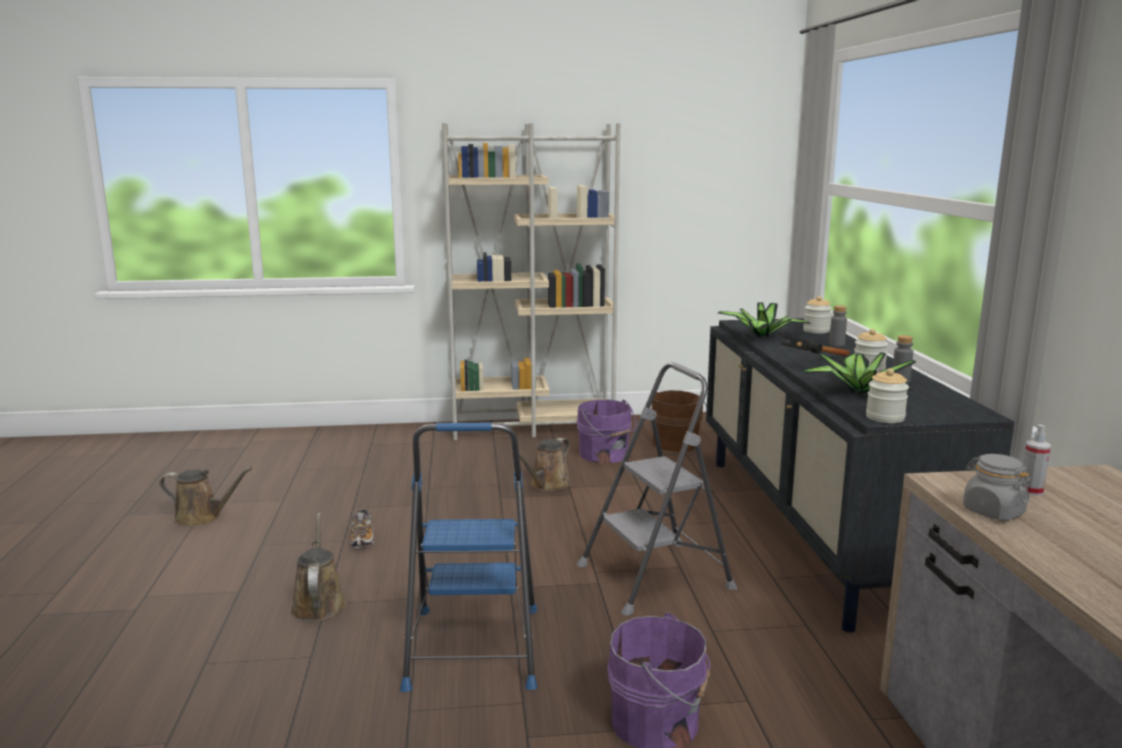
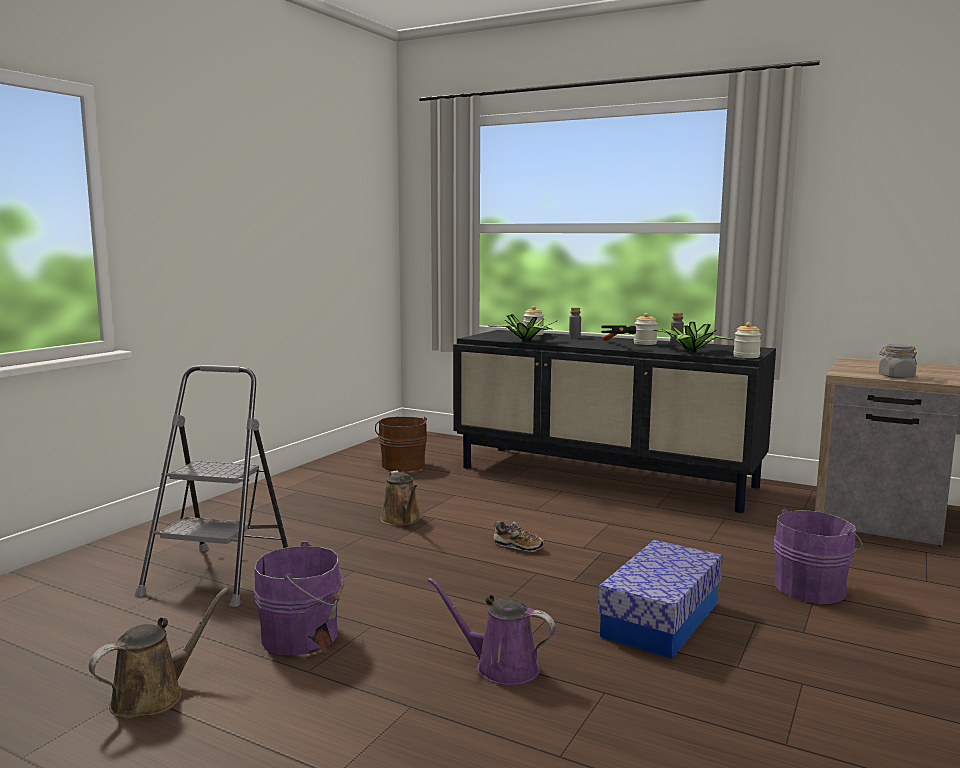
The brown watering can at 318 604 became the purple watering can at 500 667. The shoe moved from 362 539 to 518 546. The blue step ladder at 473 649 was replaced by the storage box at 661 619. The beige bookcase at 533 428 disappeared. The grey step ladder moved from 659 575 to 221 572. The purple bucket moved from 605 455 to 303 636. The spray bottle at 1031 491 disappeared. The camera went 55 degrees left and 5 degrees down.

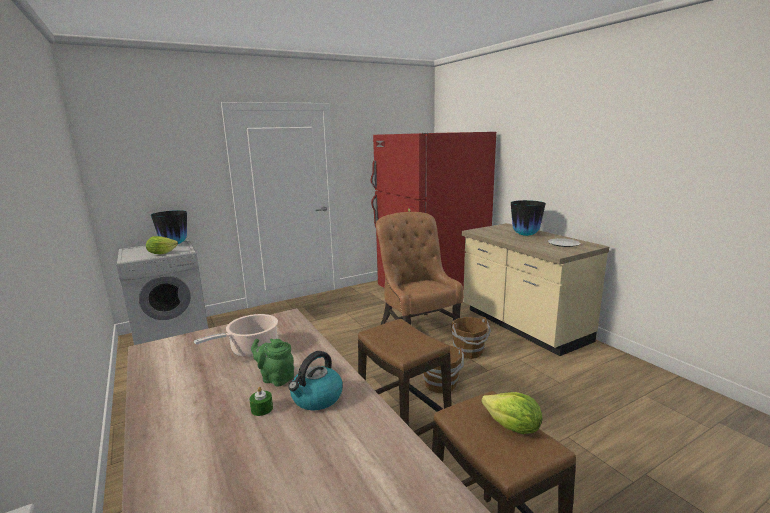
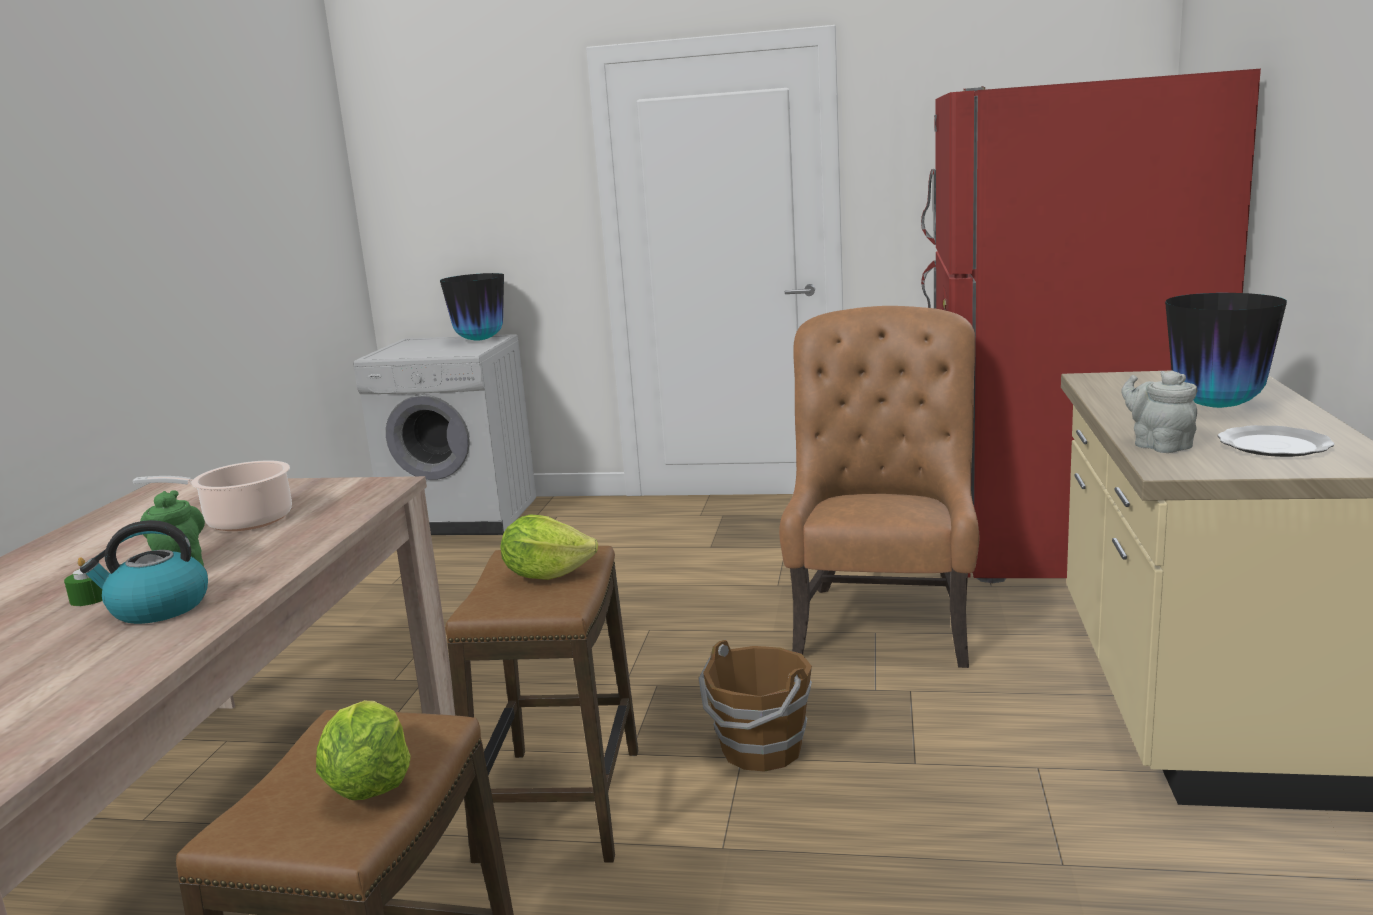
The lettuce moved from 161 253 to 546 574. The brown bucket at 469 352 disappeared. The grey teapot at 1158 445 appeared. The camera went 40 degrees right and 0 degrees up.

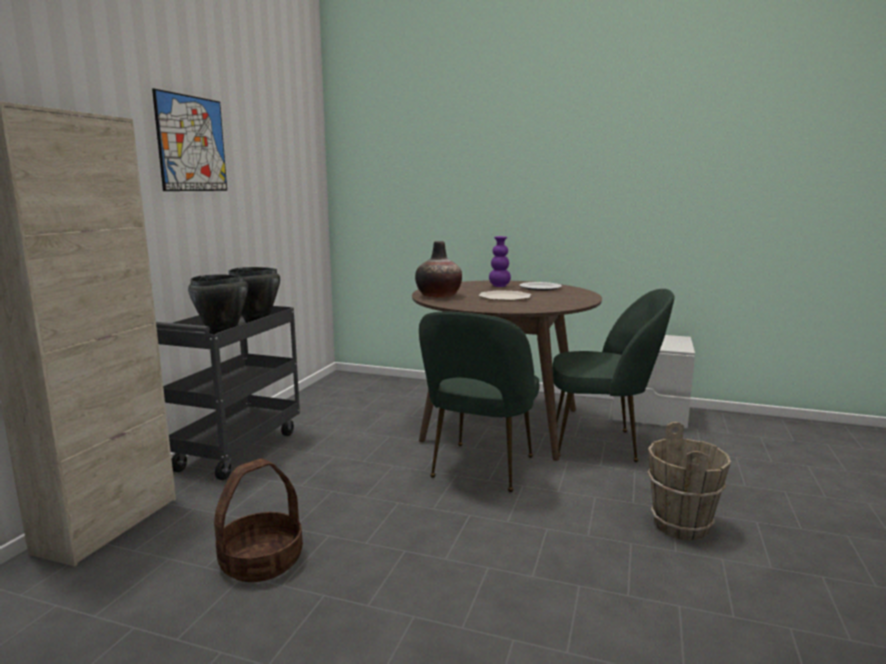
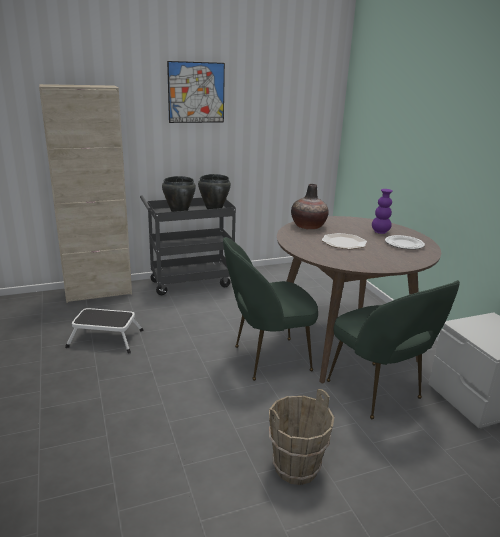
The basket at 261 562 was replaced by the black step ladder at 105 338. The camera went 50 degrees right and 10 degrees up.

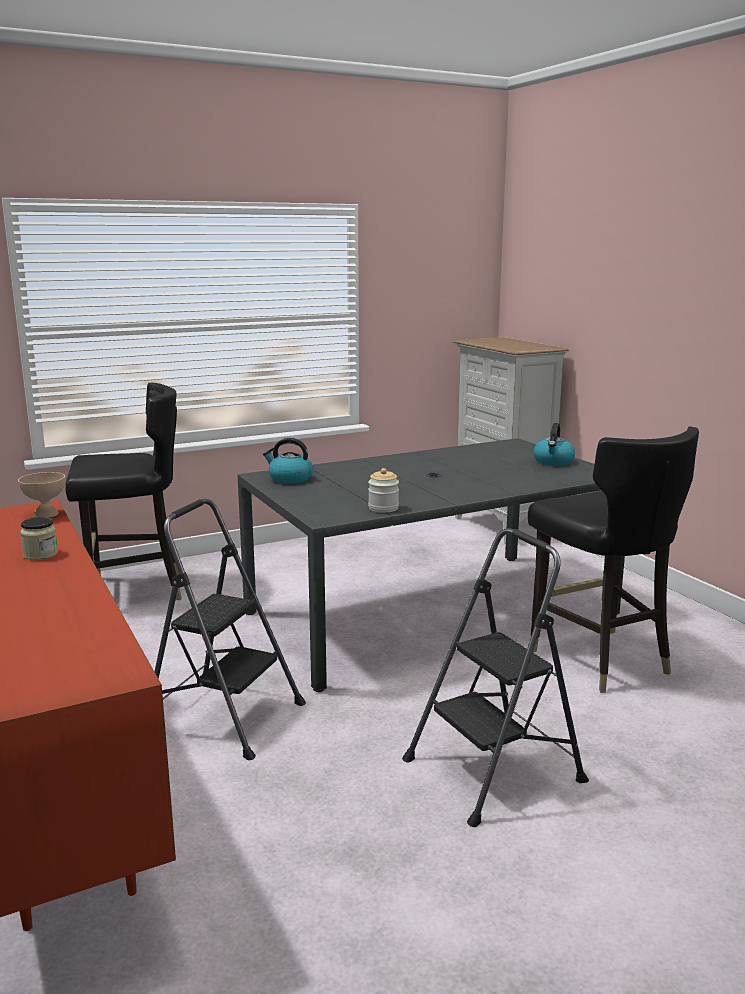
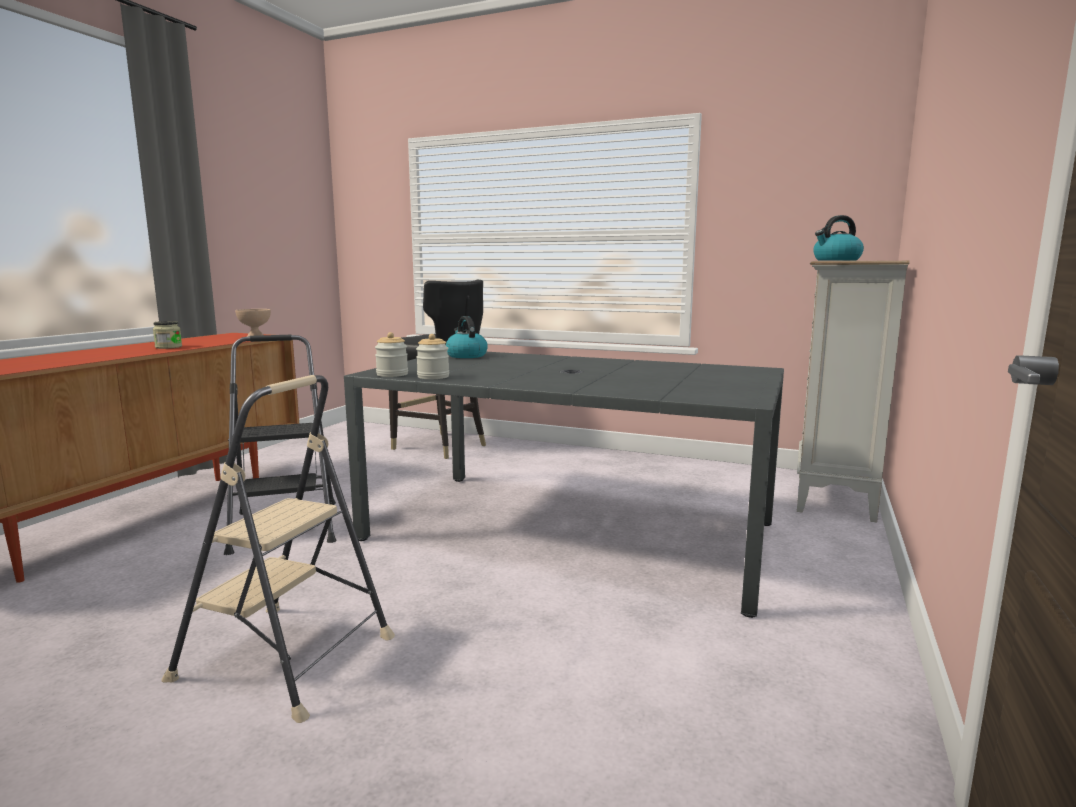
The black step ladder at 498 768 became the beige step ladder at 289 658. The black chair at 599 659 disappeared. The kettle moved from 553 461 to 836 260. The jar at 392 374 appeared. The camera went 50 degrees right and 5 degrees down.

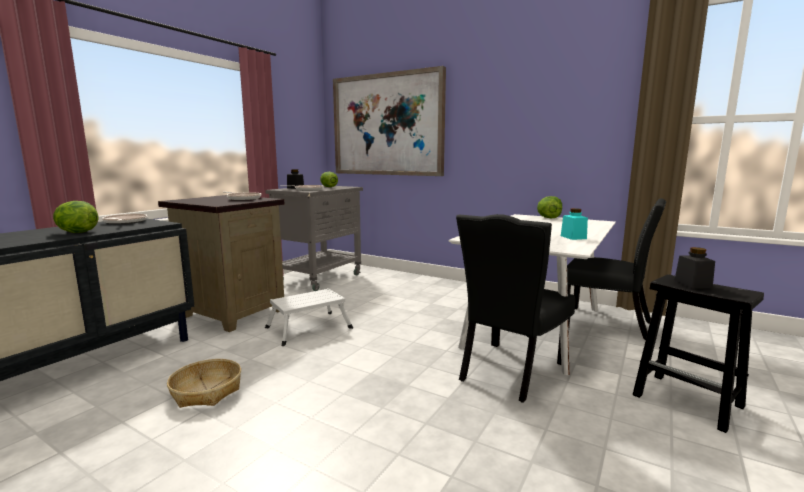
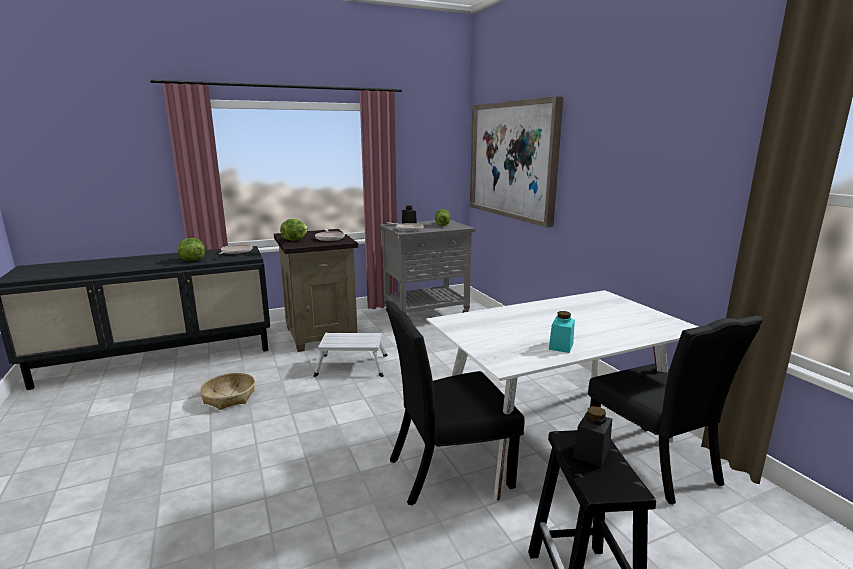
The lettuce moved from 548 218 to 294 240. The camera went 35 degrees right and 5 degrees up.

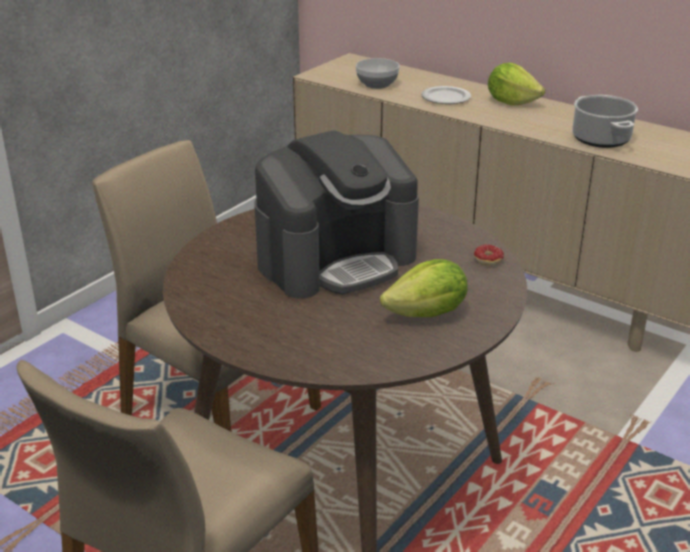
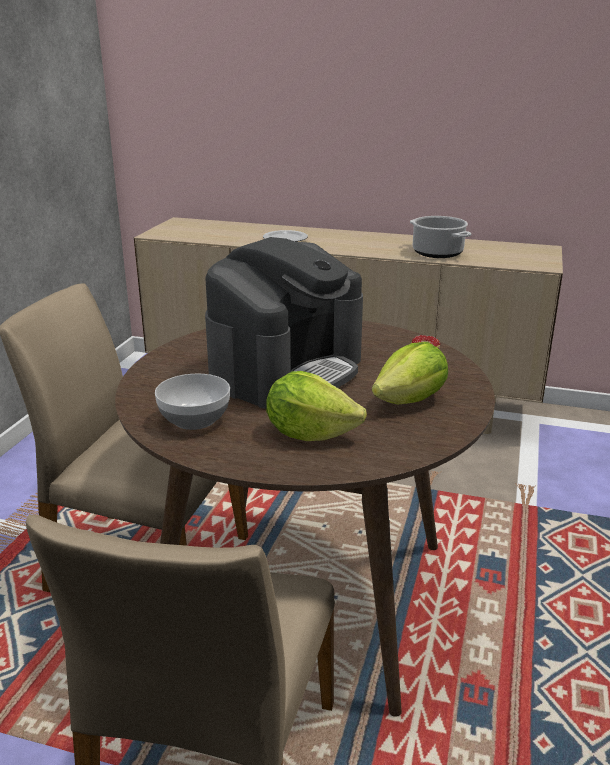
The bowl moved from 377 84 to 194 419. The lettuce moved from 512 102 to 310 433. The camera went 20 degrees left and 5 degrees down.

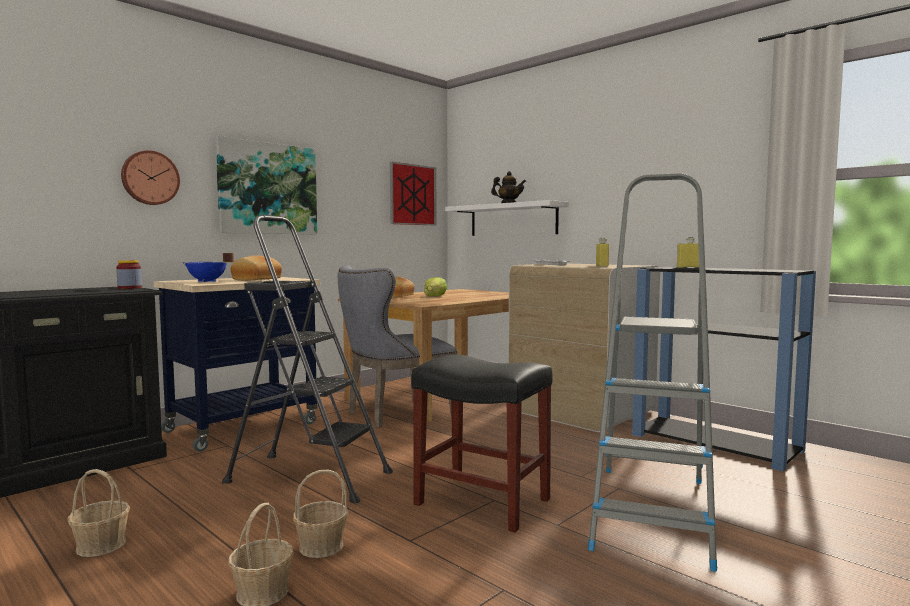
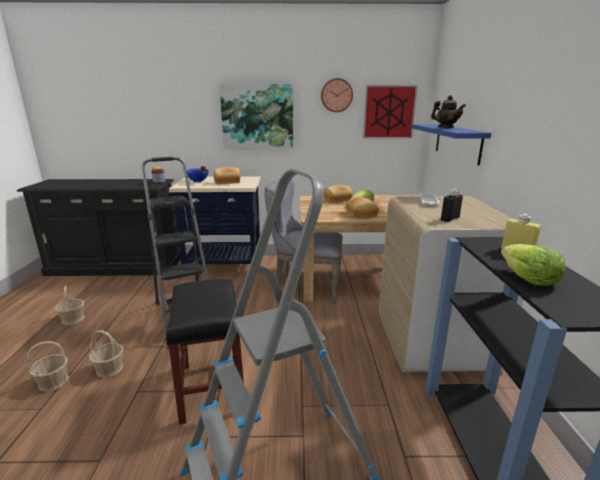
The wall clock moved from 150 178 to 336 95. The white shelf at 512 220 became the blue shelf at 457 142. The yellow bottle at 602 266 became the black bottle at 450 219. The bread at 362 214 appeared. The lettuce at 528 279 appeared. The camera went 45 degrees right and 15 degrees up.

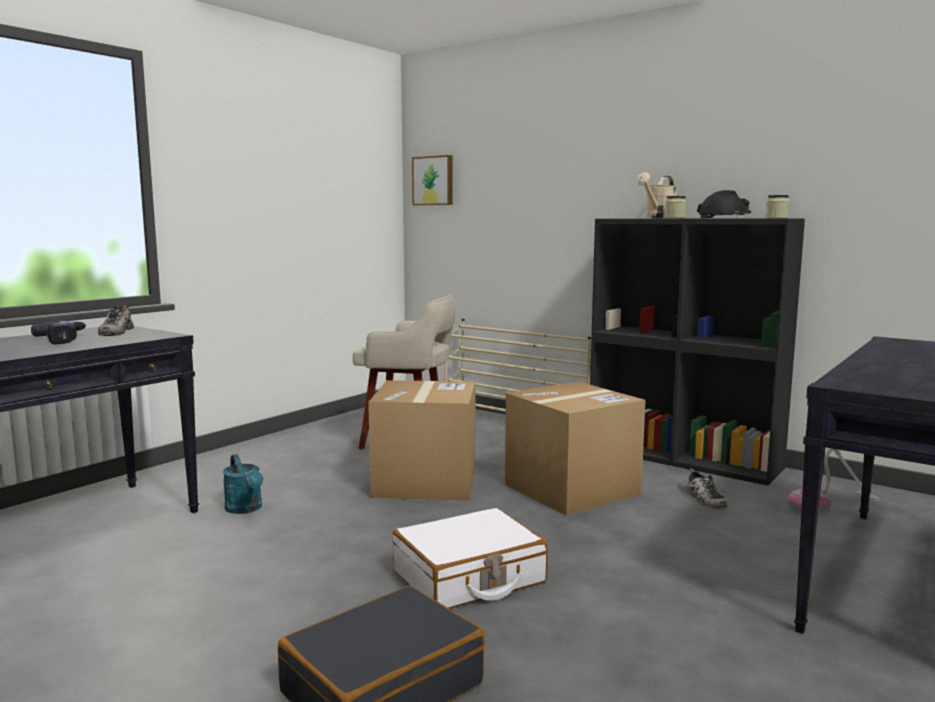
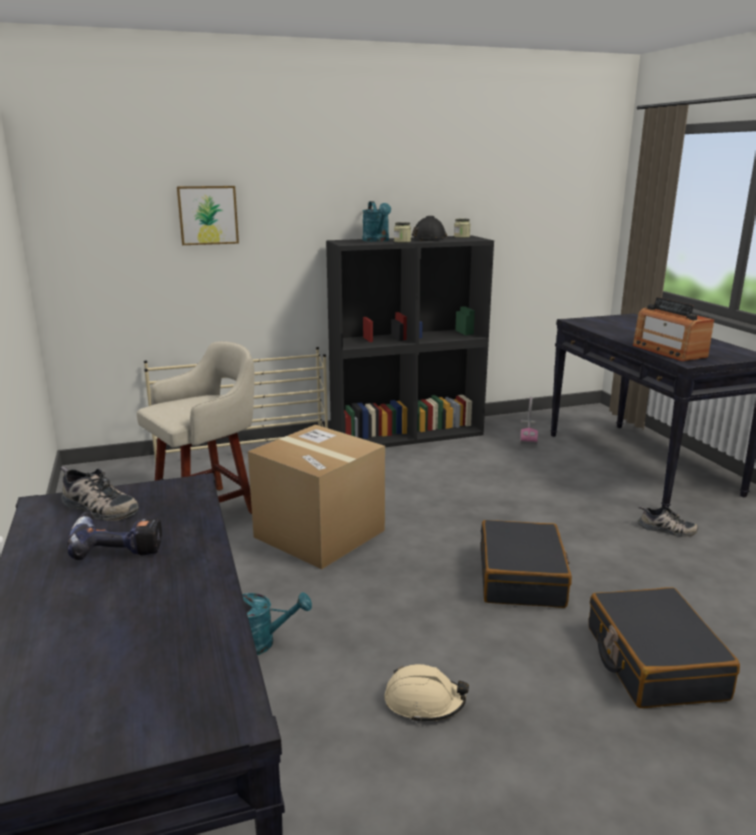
The white suitcase at 469 577 became the black suitcase at 522 577. The picture moved from 433 180 to 208 215. The cardboard box at 571 489 disappeared. The beige watering can at 658 218 became the turquoise watering can at 377 240. The shoe moved from 703 499 to 666 529. The beige hard hat at 424 702 appeared. The radio at 668 351 appeared. The camera went 55 degrees left and 10 degrees up.

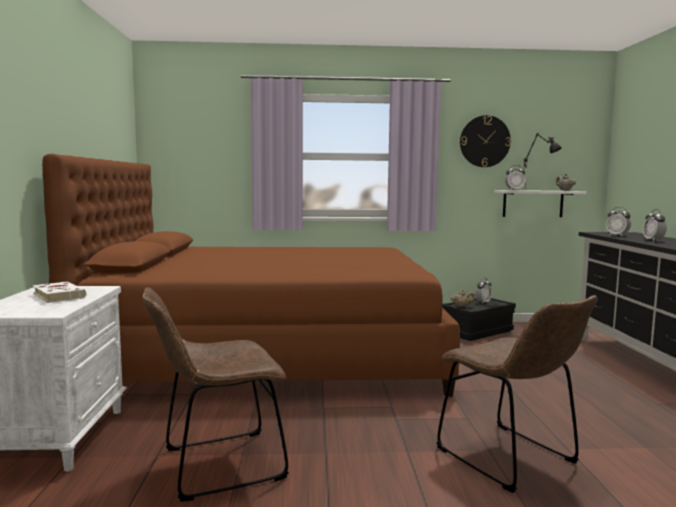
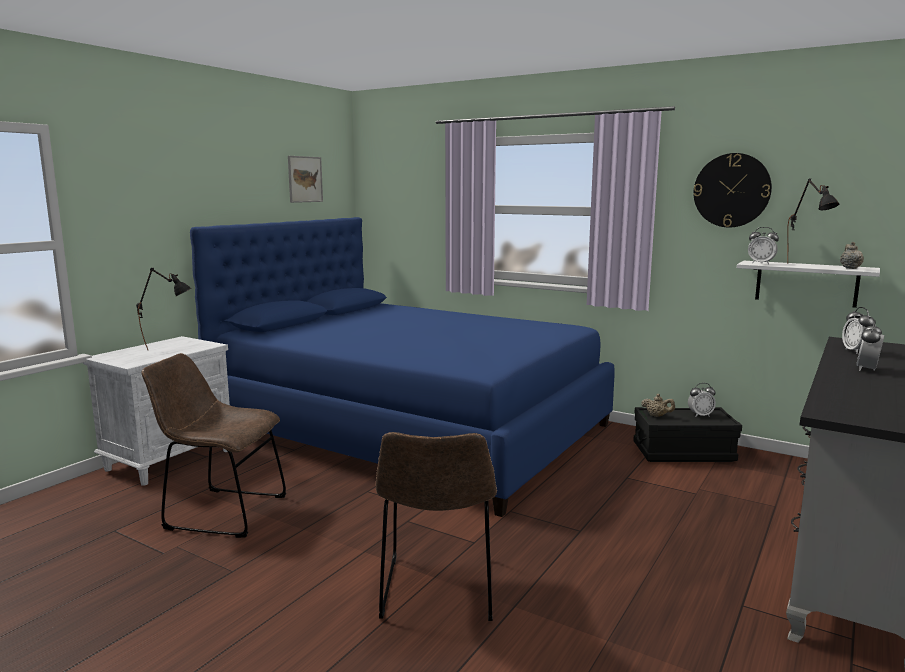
The white book at 58 296 was replaced by the black table lamp at 169 348. The brown bed at 269 354 became the blue bed at 410 428. The picture at 305 179 appeared. The camera went 35 degrees right and 5 degrees up.

